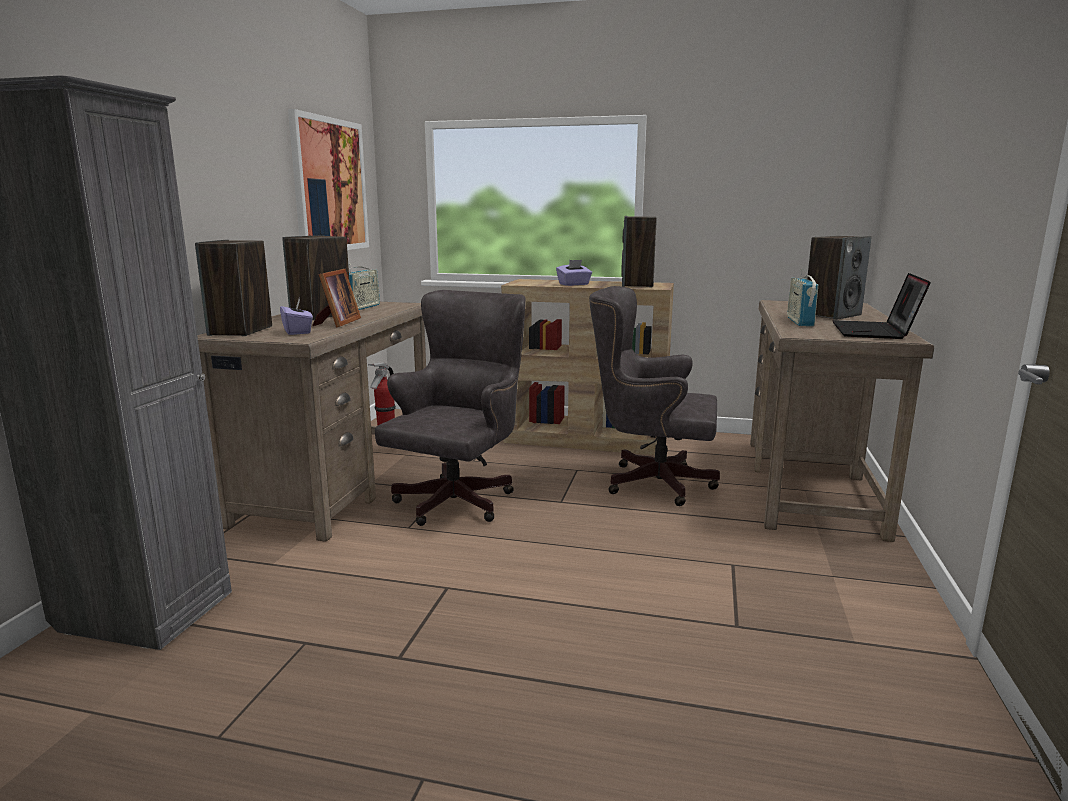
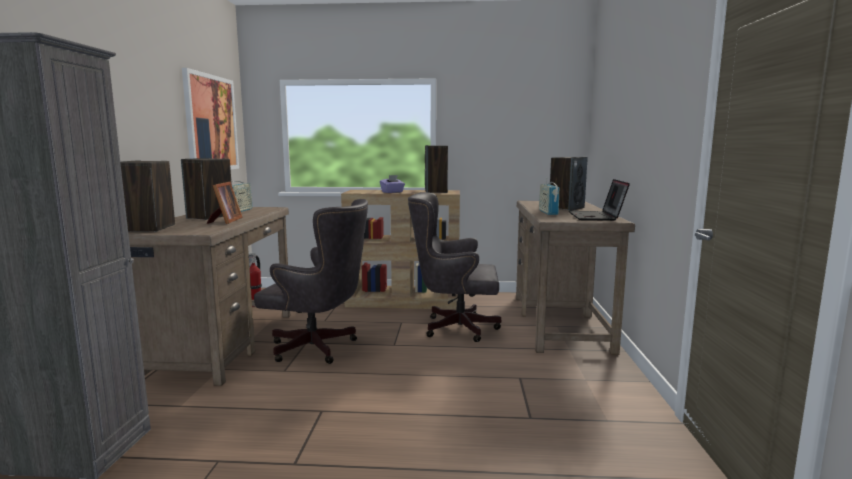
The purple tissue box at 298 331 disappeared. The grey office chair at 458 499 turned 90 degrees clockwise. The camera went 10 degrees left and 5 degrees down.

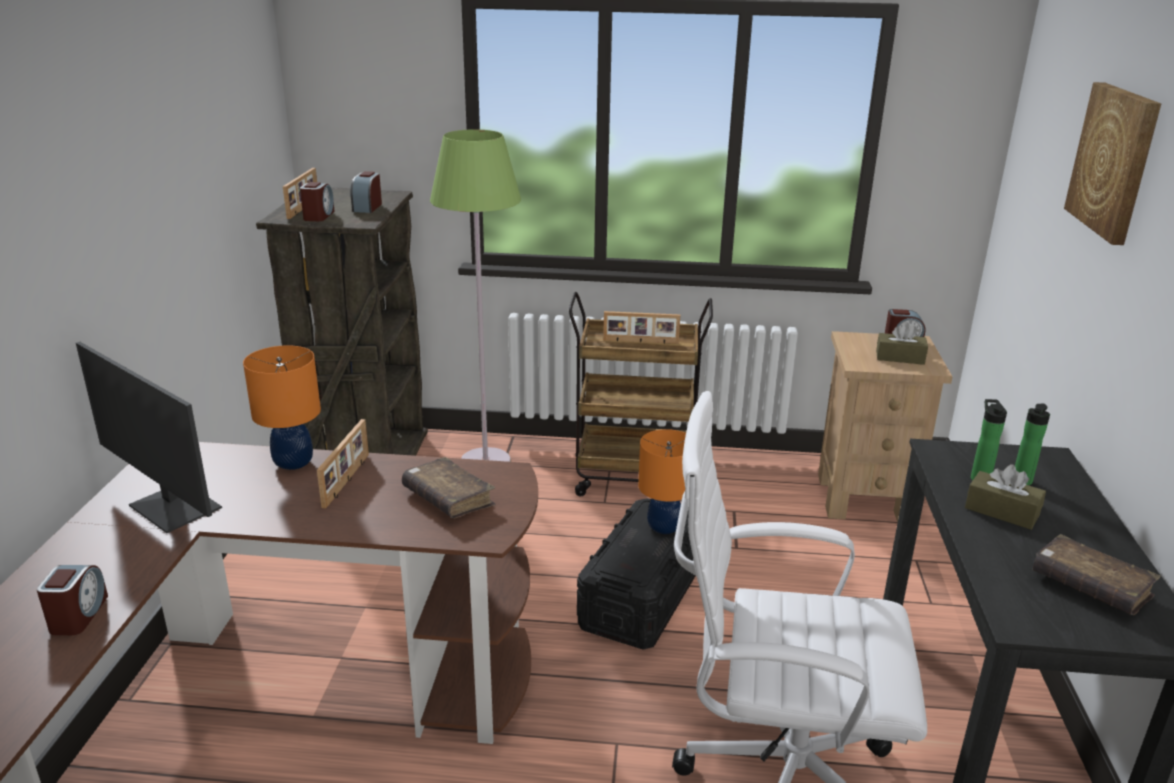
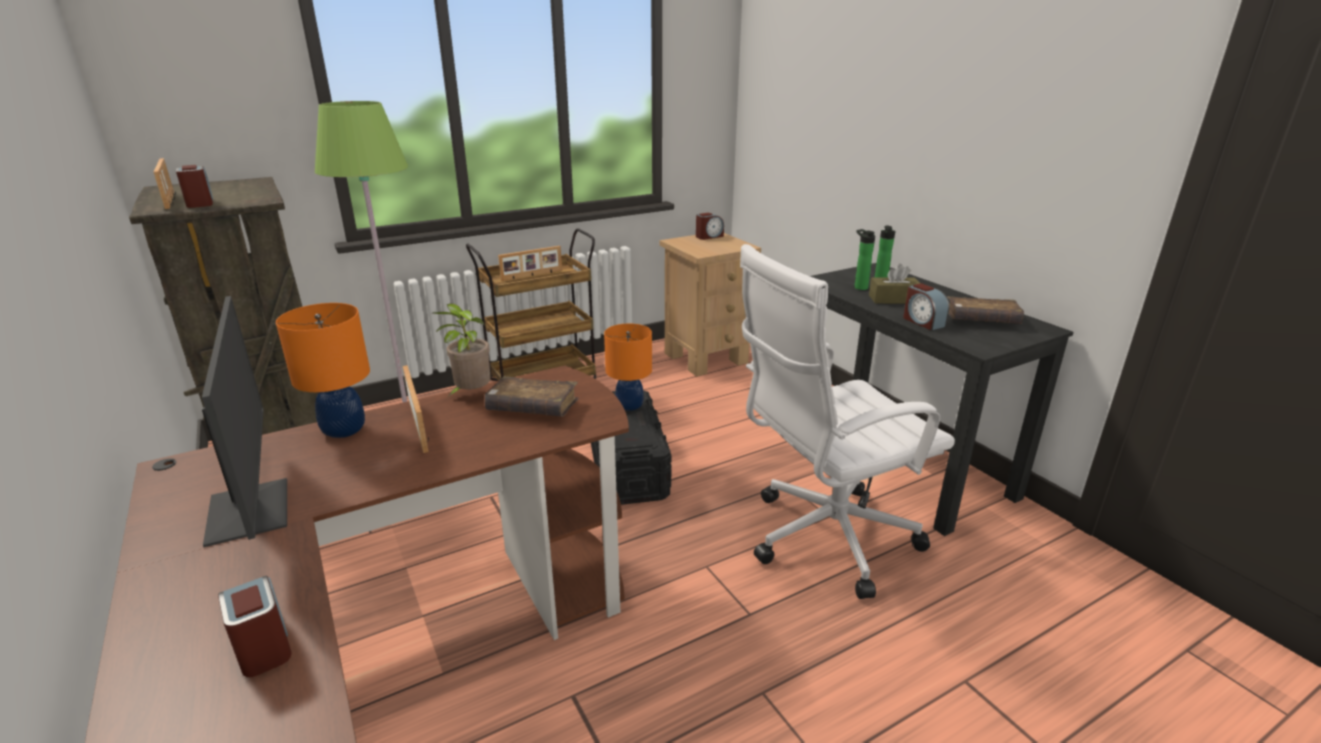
The monitor at 173 508 turned 120 degrees counterclockwise. The alarm clock moved from 367 207 to 923 322. The brown tissue box at 900 357 disappeared. The picture at 1114 161 disappeared. The potted plant at 471 395 appeared. The camera went 35 degrees left and 0 degrees up.

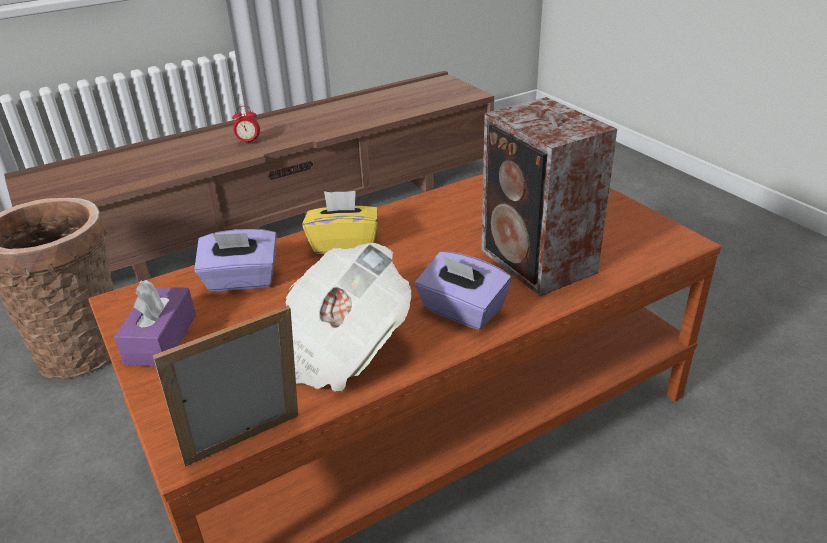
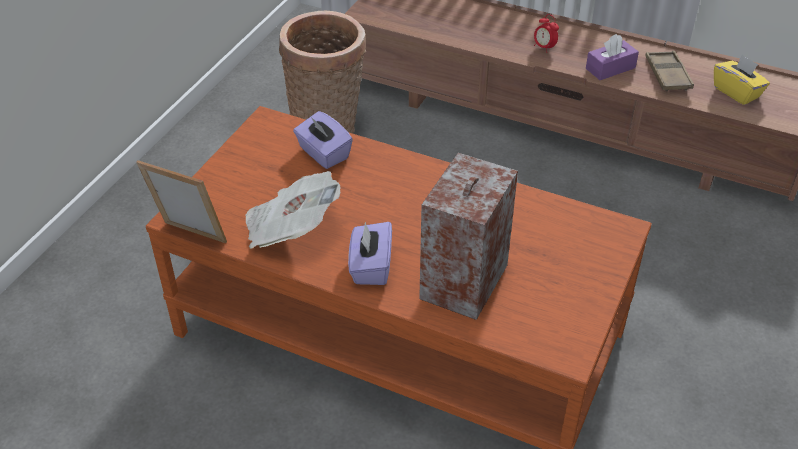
The purple tissue box moved from 161 339 to 610 68. The yellow tissue box moved from 344 244 to 736 92. The brown tray at 667 75 appeared. The camera went 55 degrees right and 10 degrees up.

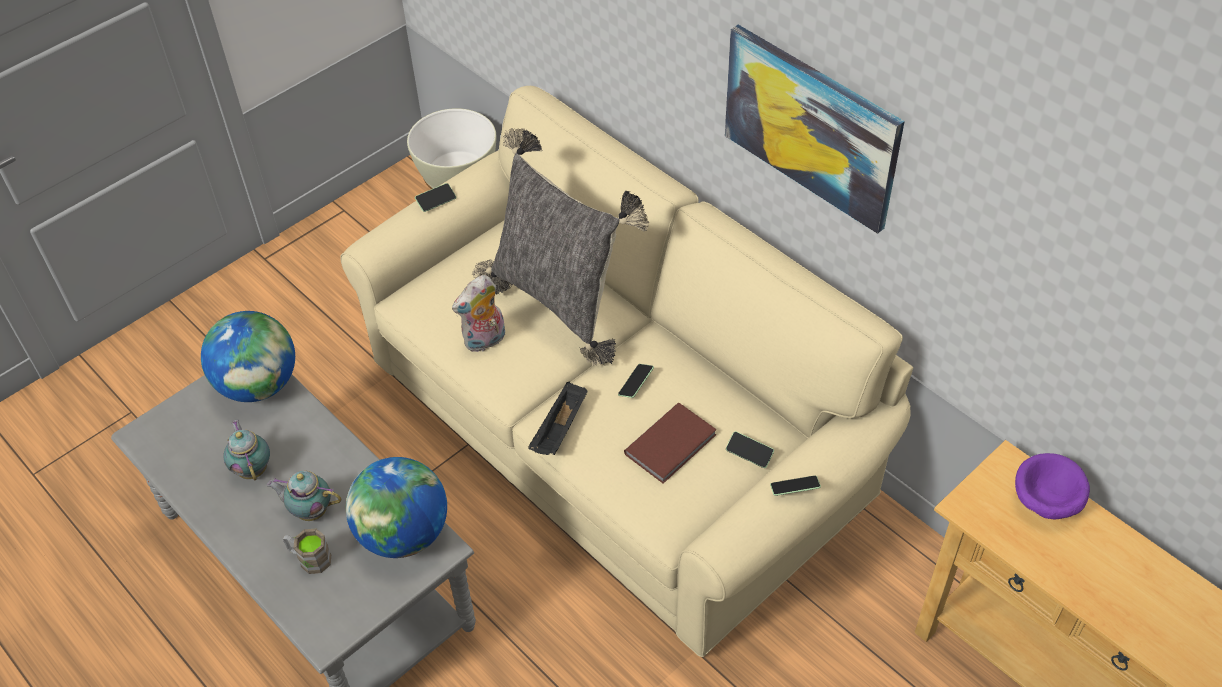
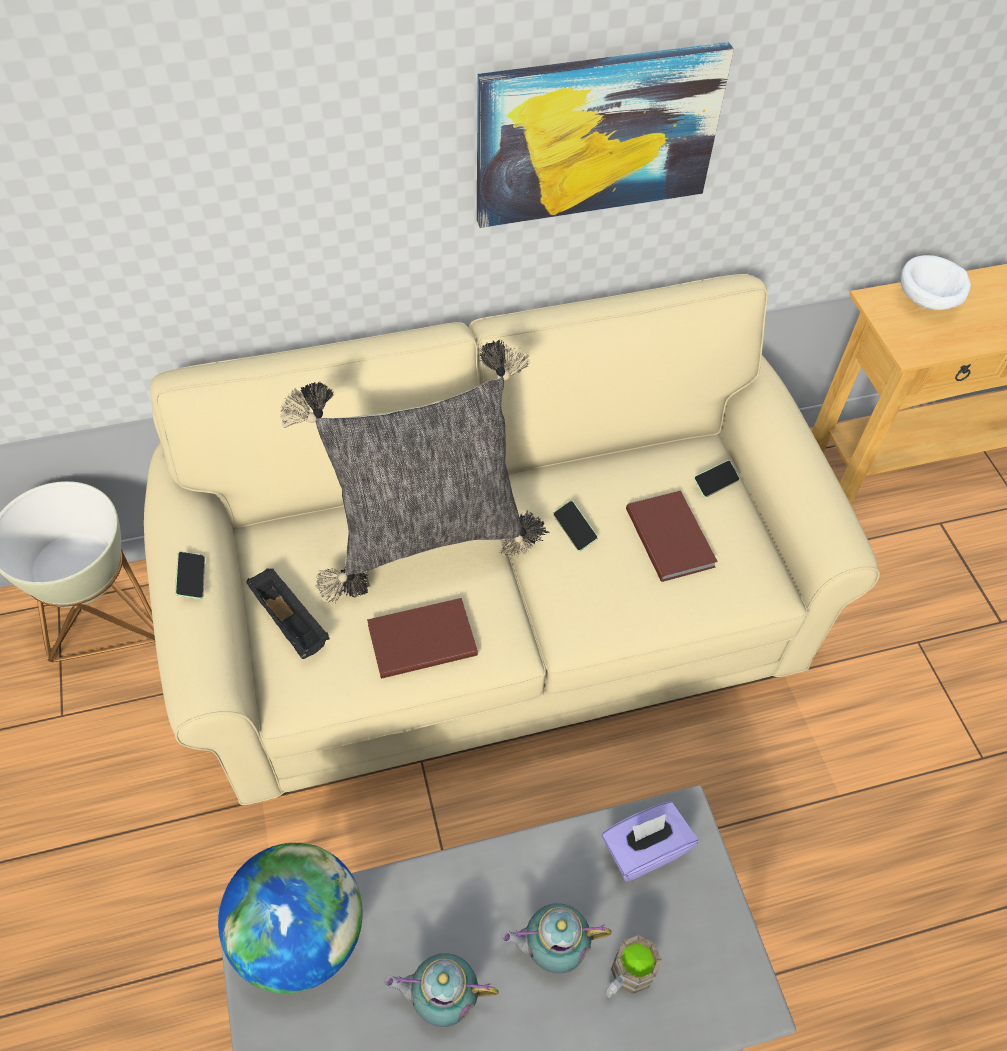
The teapot at 310 511 turned 45 degrees clockwise. The globe at 403 534 was replaced by the purple tissue box at 644 849. The plush toy at 485 341 was replaced by the brown book at 420 638. The black tray moved from 560 429 to 291 622. The phone at 794 489 disappeared. The purple bowl at 1044 501 became the white bowl at 926 301. The camera went 65 degrees left and 5 degrees up.

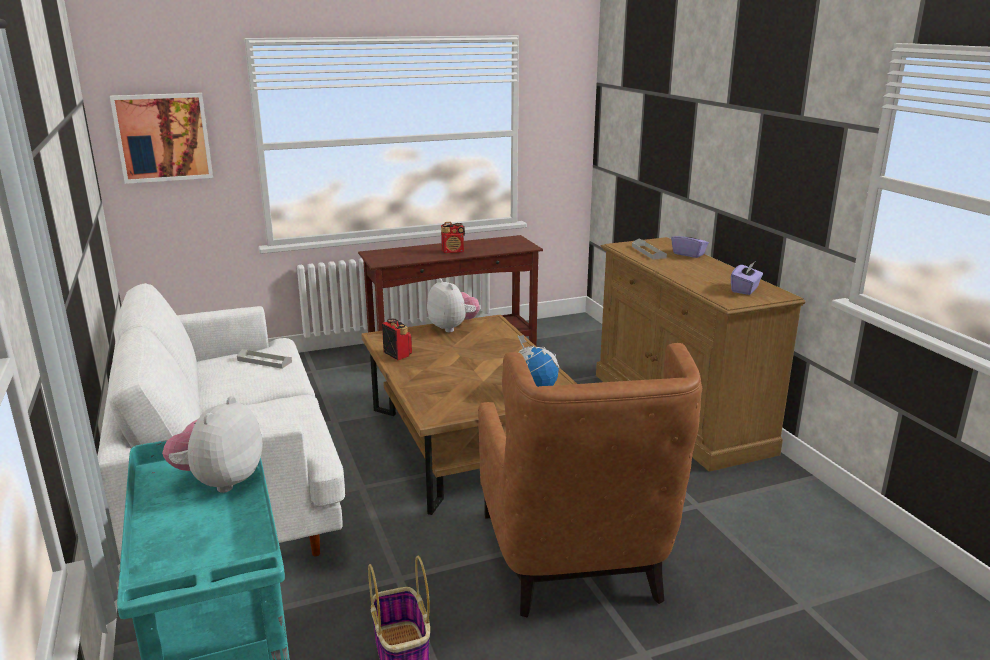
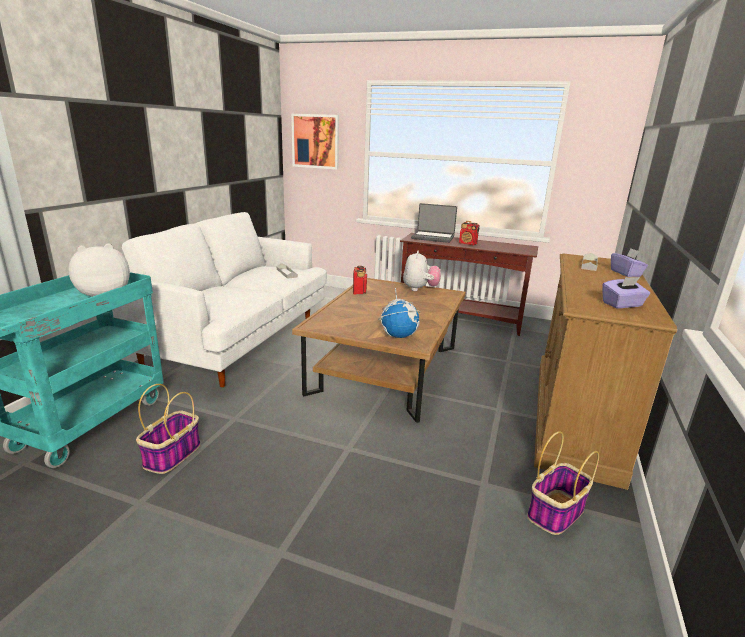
The brown armchair at 575 562 disappeared. The laptop at 433 237 appeared. The basket at 555 513 appeared. The camera went 40 degrees right and 0 degrees up.

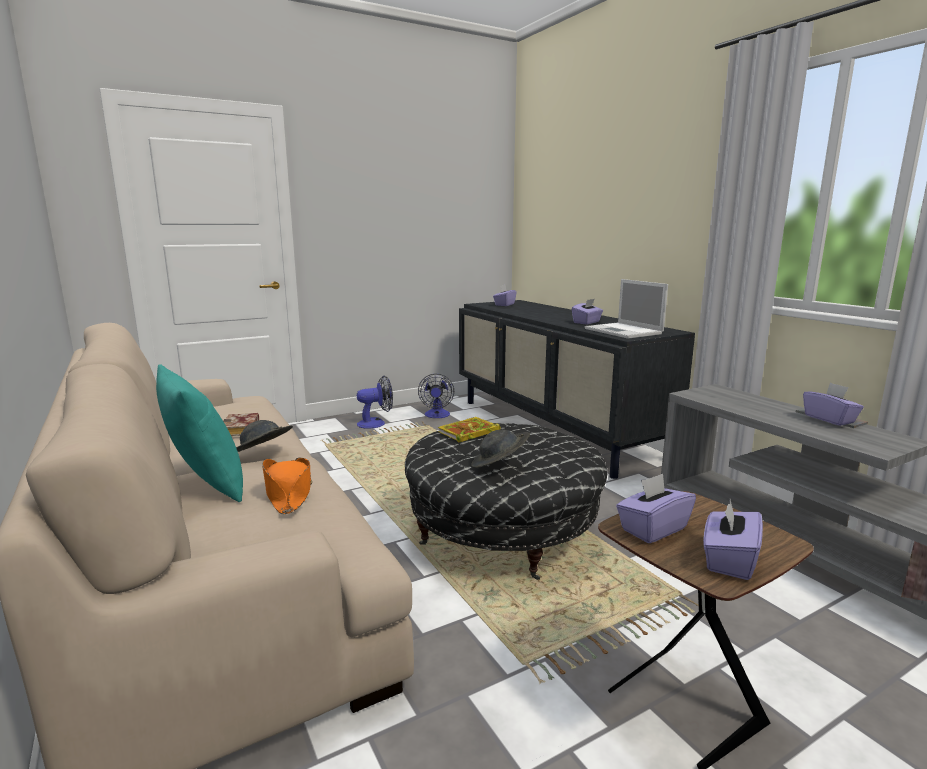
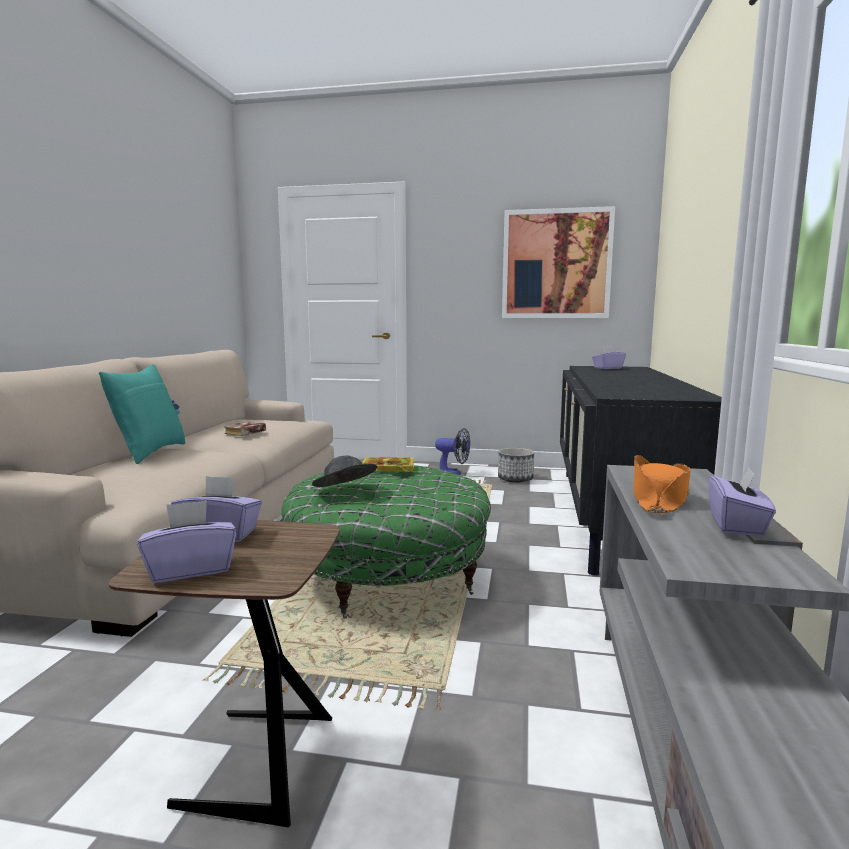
The grey hat at 262 454 disappeared. The orange hat moved from 288 493 to 659 499. The black ottoman at 502 533 became the green ottoman at 388 577. The fan at 437 415 was replaced by the planter at 515 479. The purple tissue box at 587 322 disappeared. The laptop at 624 331 disappeared. The picture at 556 264 appeared. The camera went 40 degrees right and 5 degrees down.

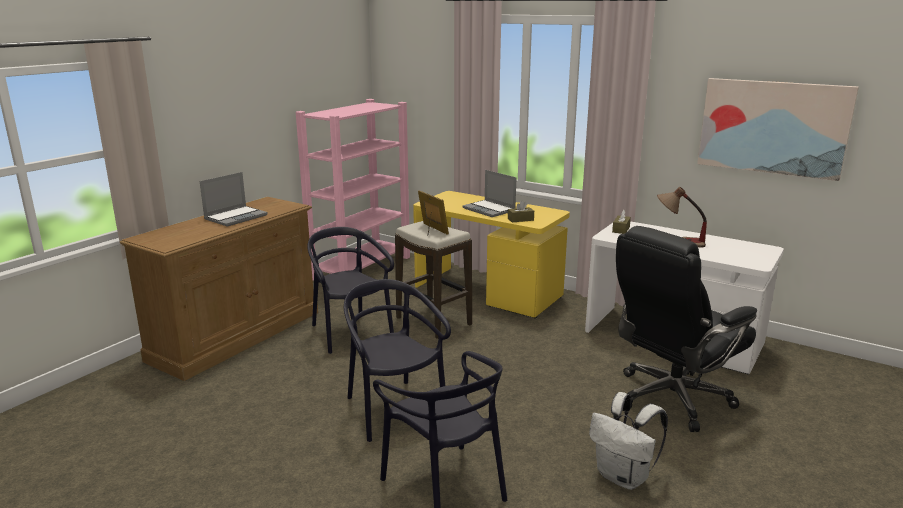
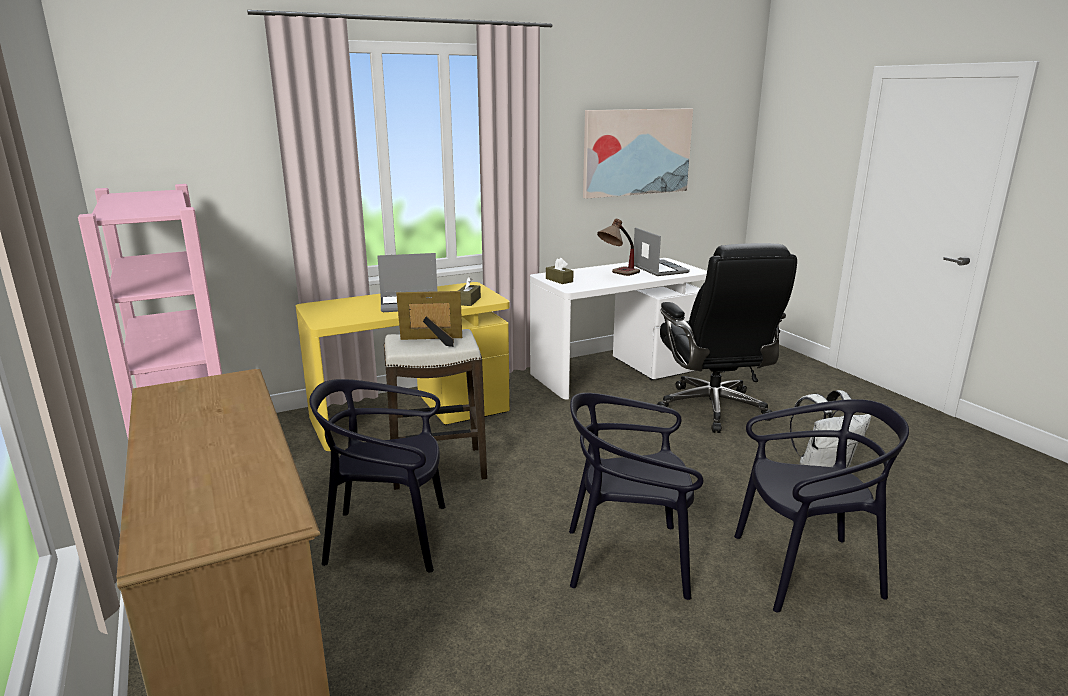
The laptop moved from 236 217 to 658 269. The camera went 60 degrees left and 0 degrees up.

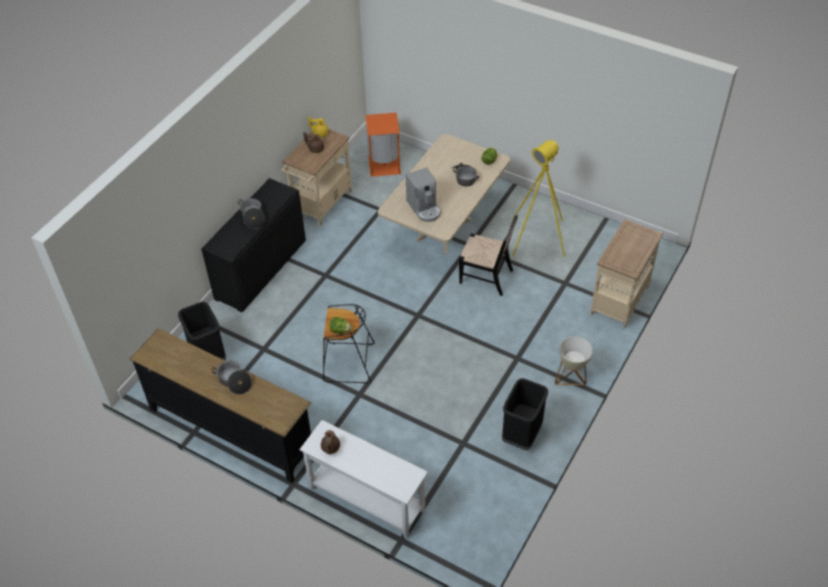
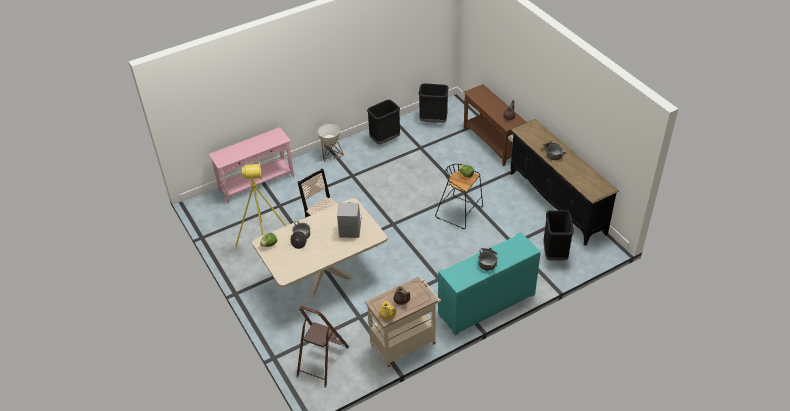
The black cabinet at 261 270 became the turquoise cabinet at 486 304. The white console table at 366 499 became the brown console table at 492 143. The orange trash can at 385 164 was replaced by the brown step ladder at 323 361. The beige cart at 620 299 was replaced by the pink console table at 257 182. The black trash can at 433 121 appeared. The camera went 150 degrees left and 5 degrees down.

